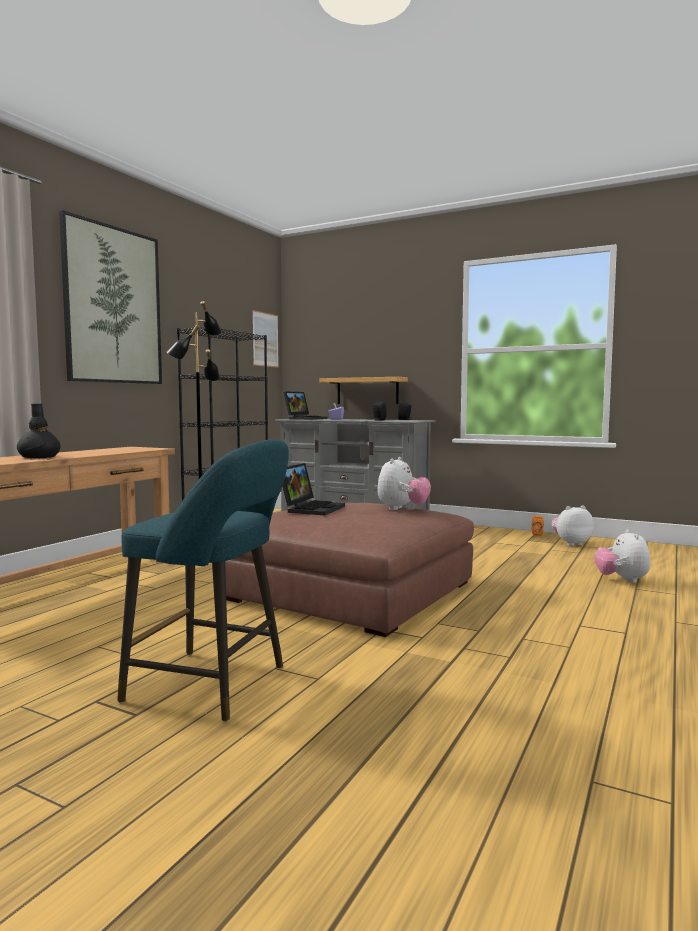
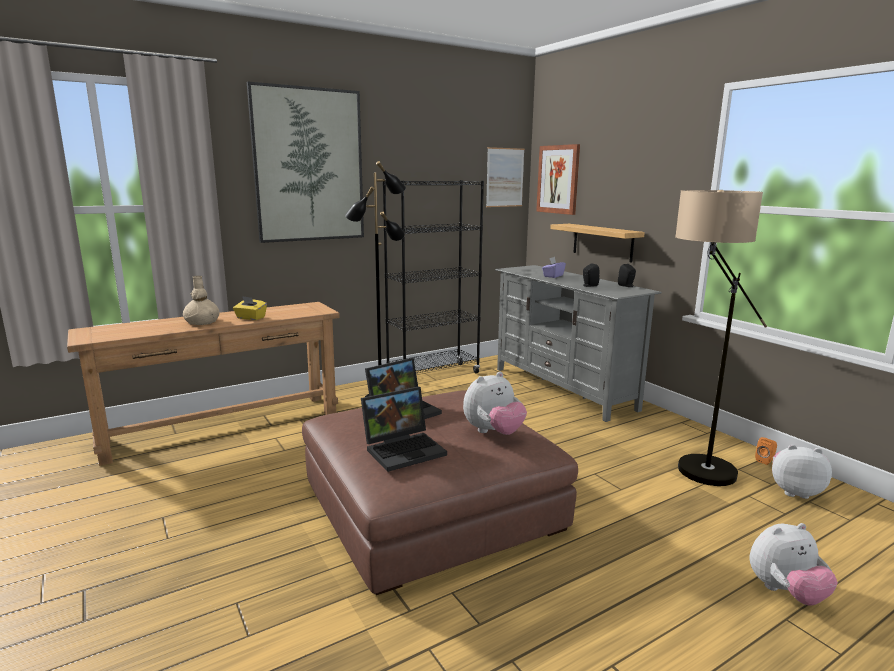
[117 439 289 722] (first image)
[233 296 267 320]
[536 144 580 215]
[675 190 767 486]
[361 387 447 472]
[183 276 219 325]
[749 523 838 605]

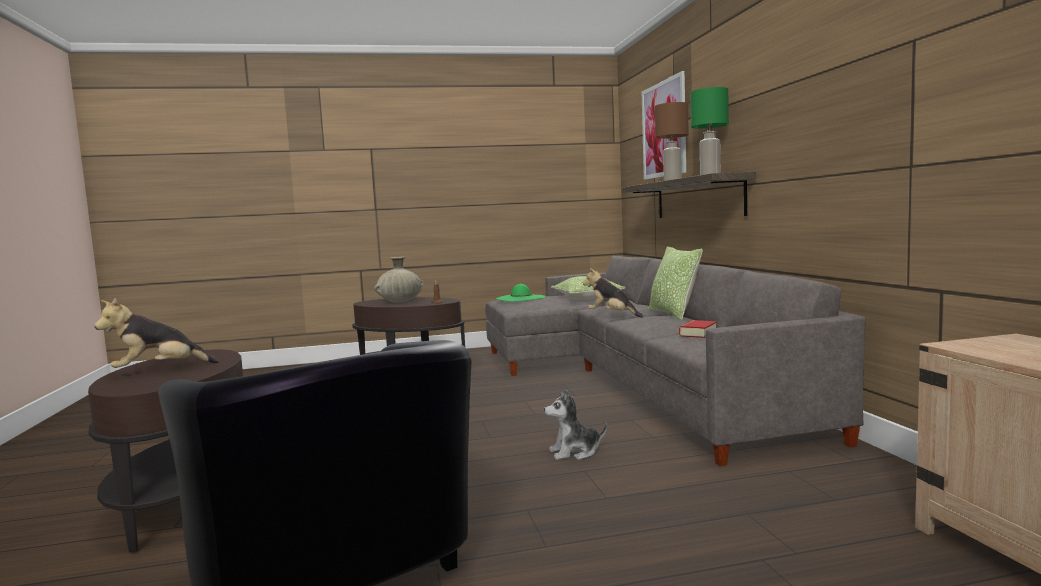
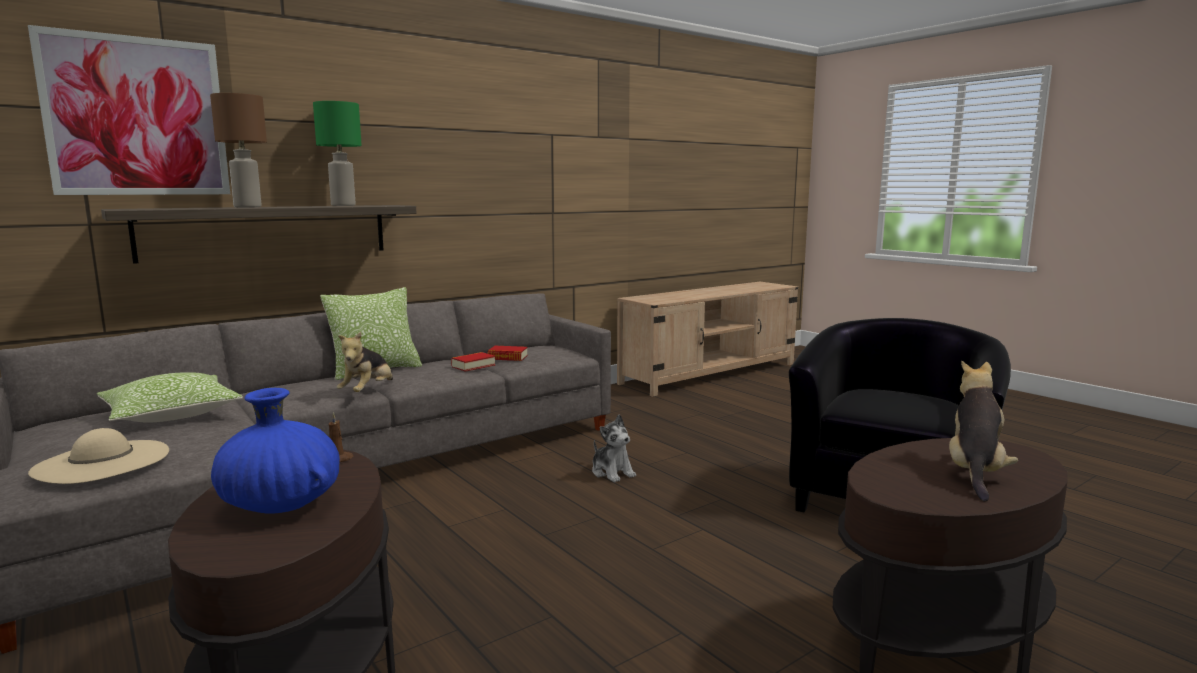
[451 352 496 372]
[211 388 340 513]
[28 428 169 484]
[949 360 1018 502]

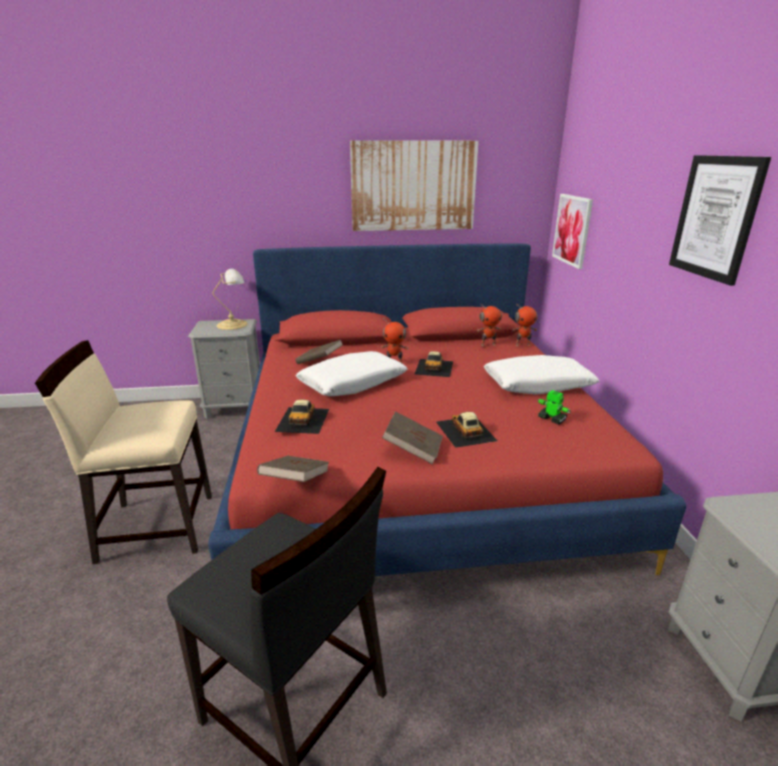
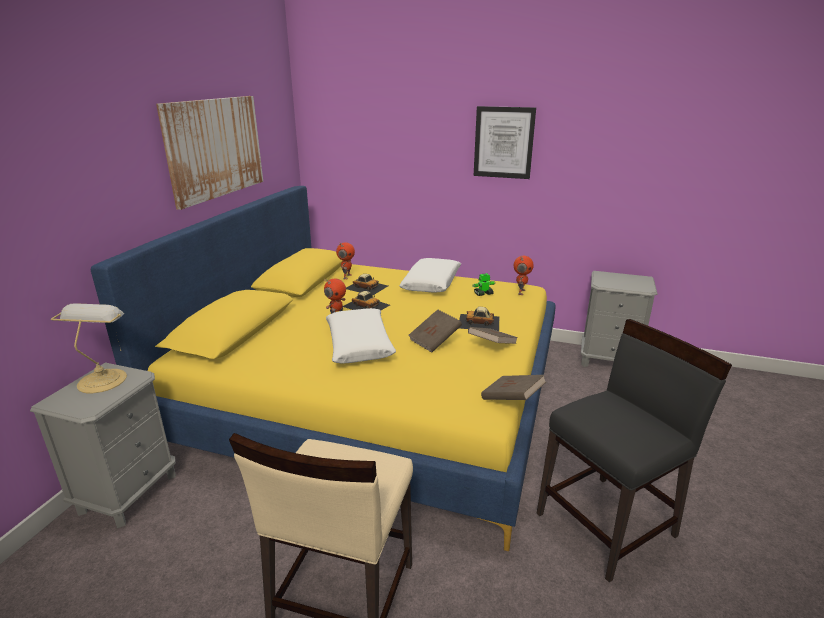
[552 194 593 269] (first image)
[346 274 388 296]
[408 309 462 353]
[514 256 534 295]
[91 186 556 551]

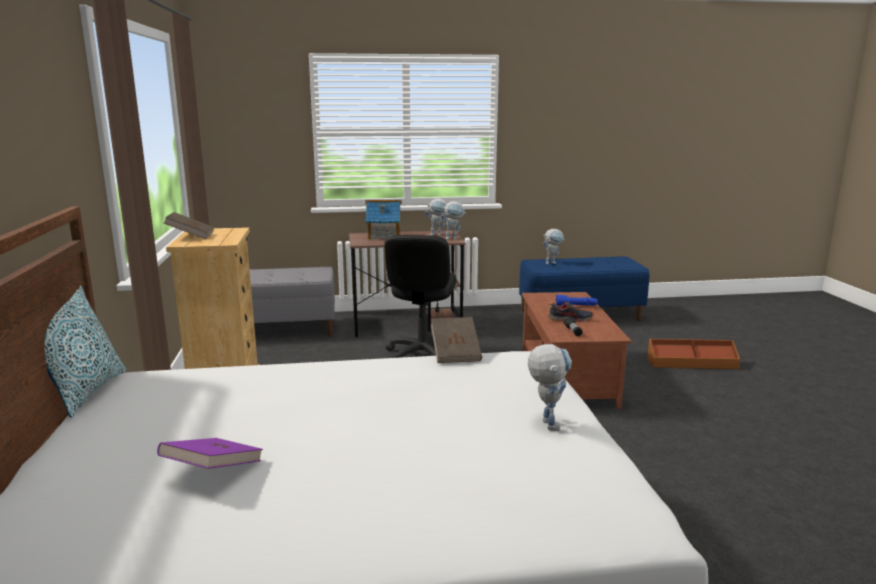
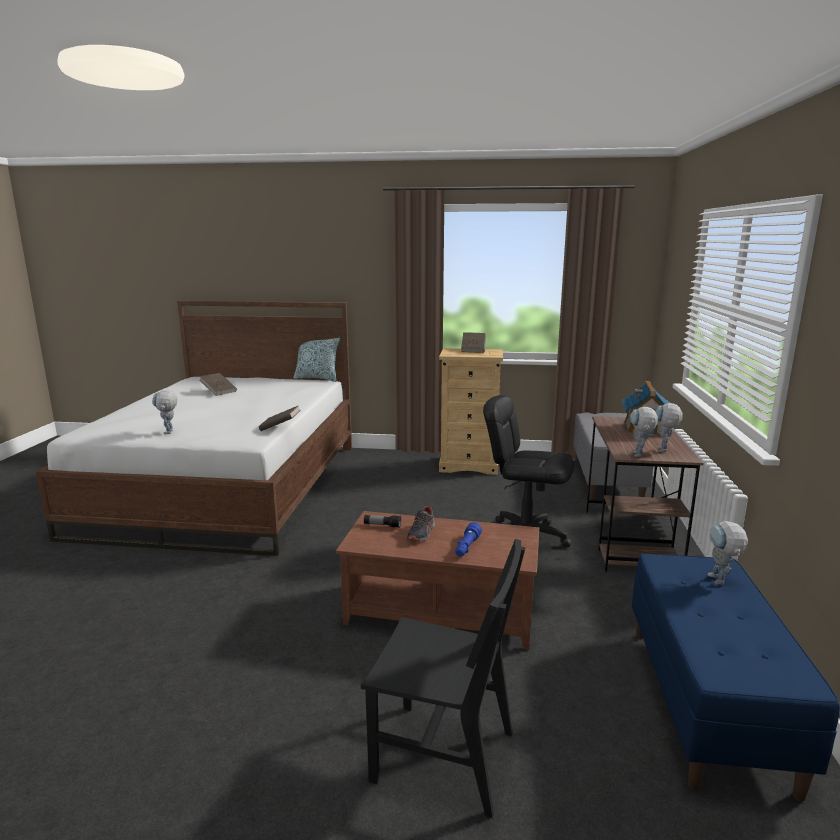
[361 539 526 818]
[200 373 237 396]
[152 390 177 434]

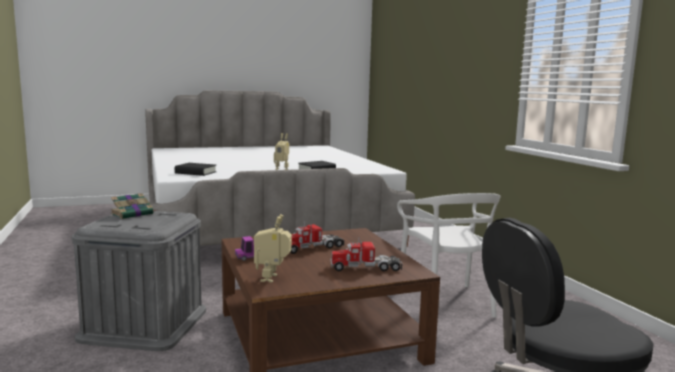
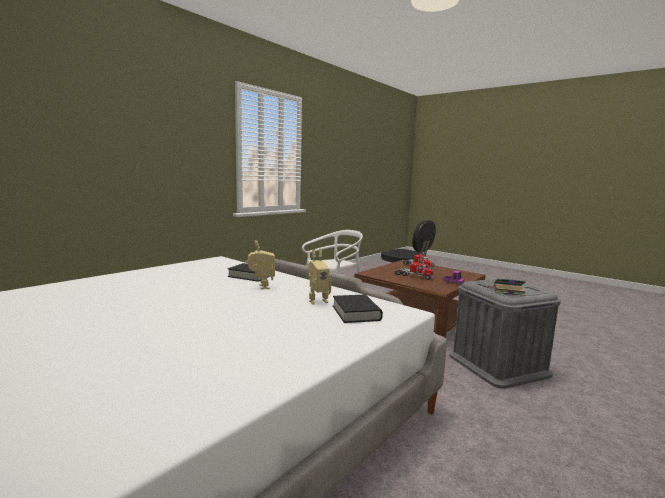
[308 249 331 305]

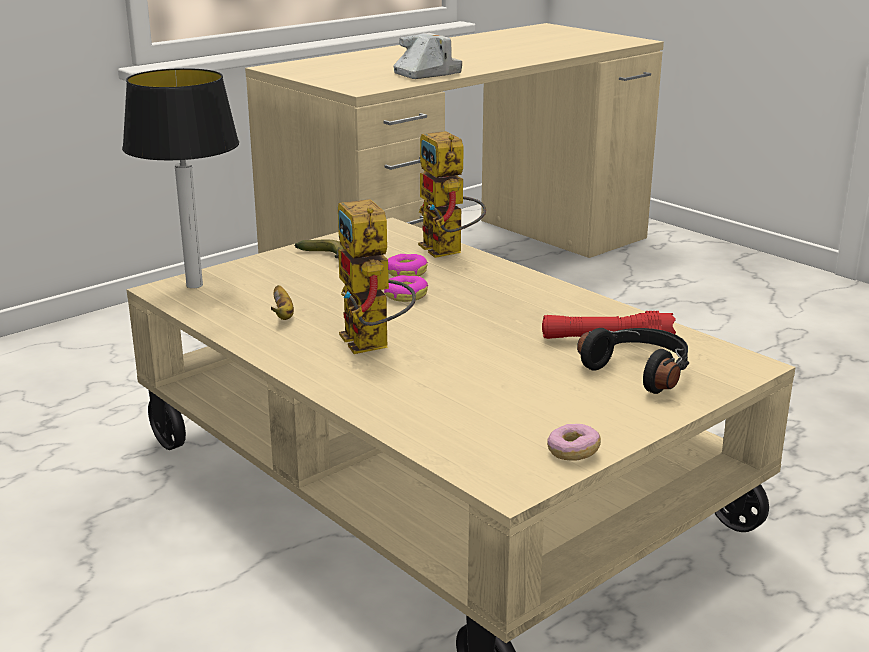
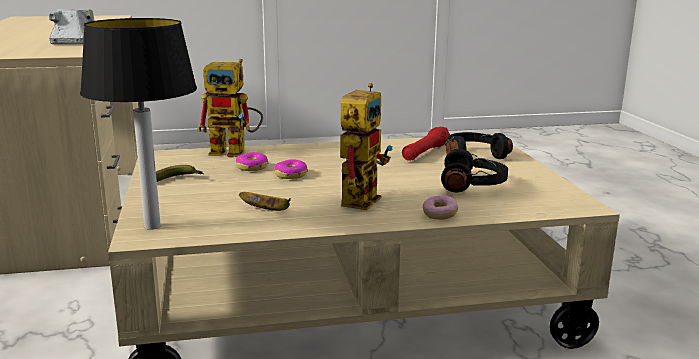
[441 149 508 192]
[423 196 458 220]
[340 83 393 210]

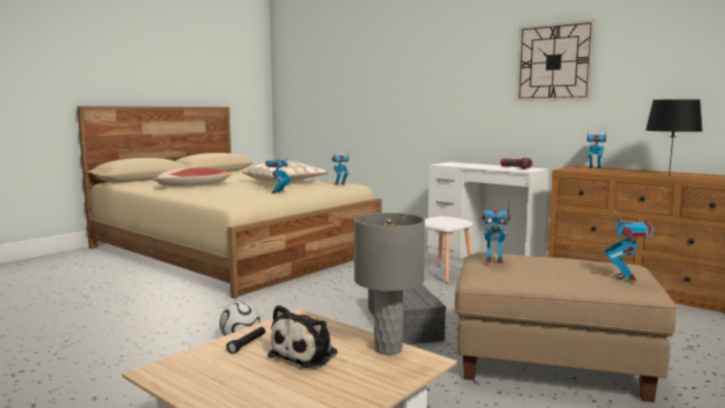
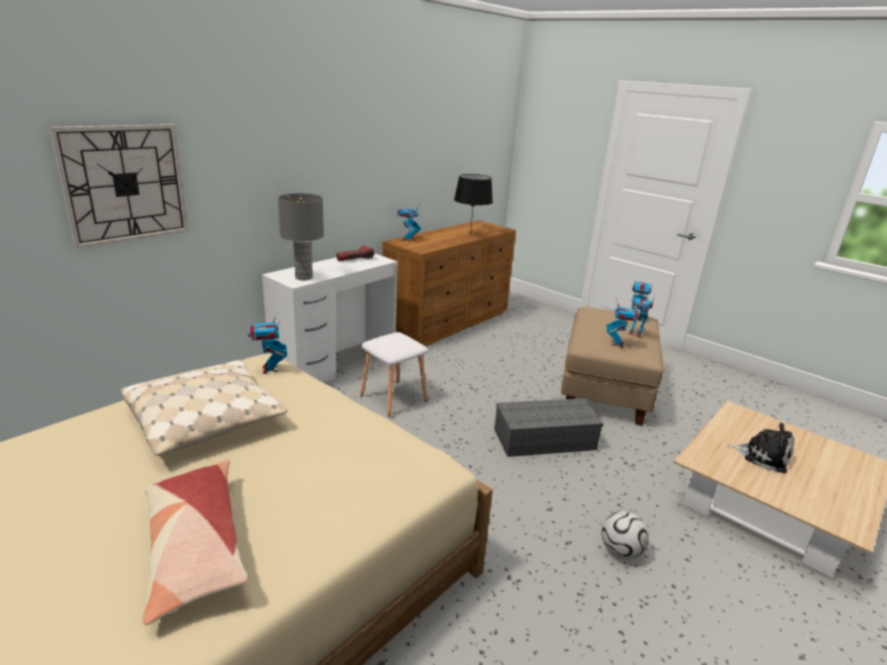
[226 327 265 354] (first image)
[629 289 655 337]
[278 193 324 281]
[49 124 189 249]

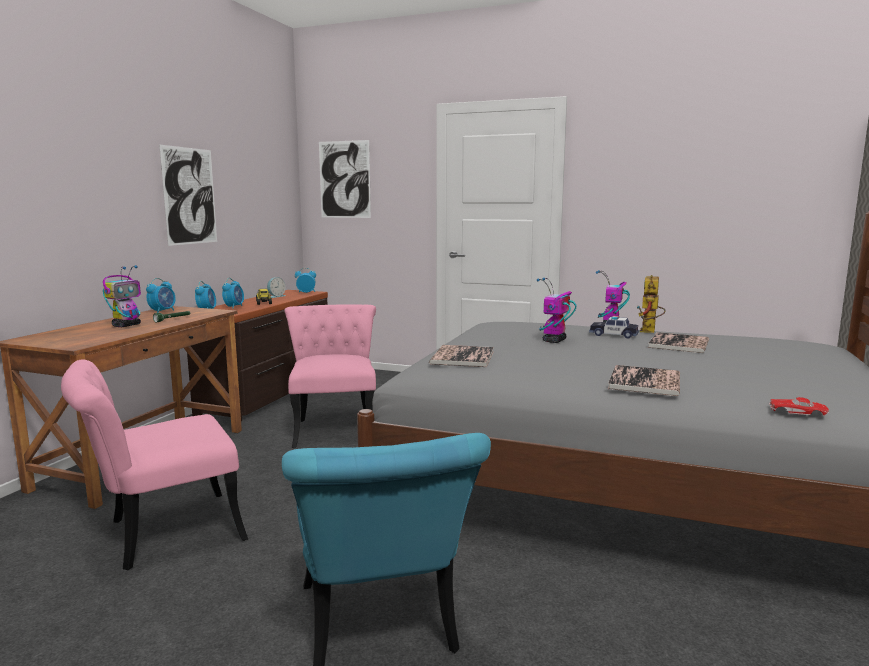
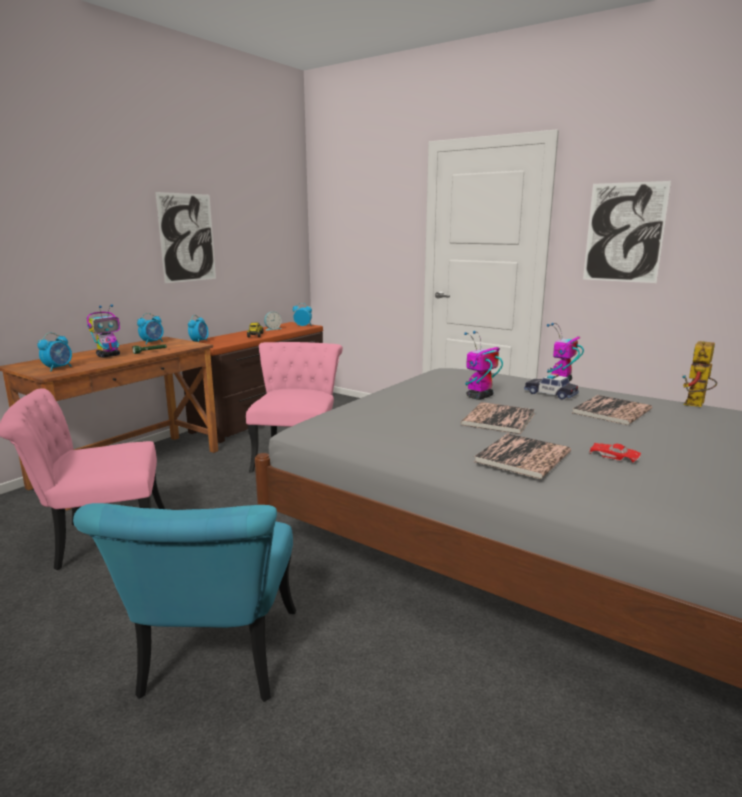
[38 332 72 371]
[583 181 671 283]
[460 402 535 434]
[682 341 717 407]
[589 443 641 462]

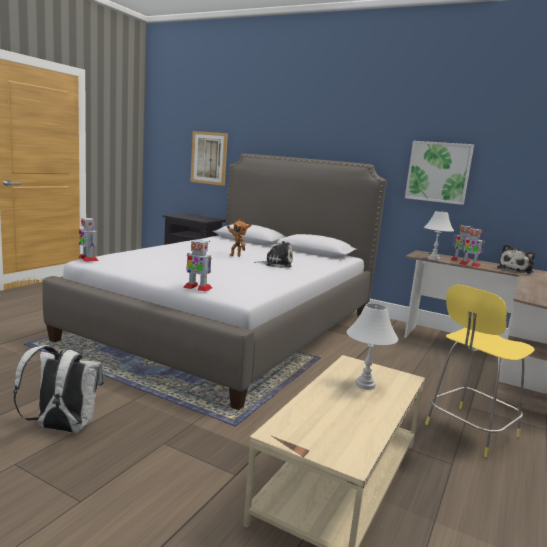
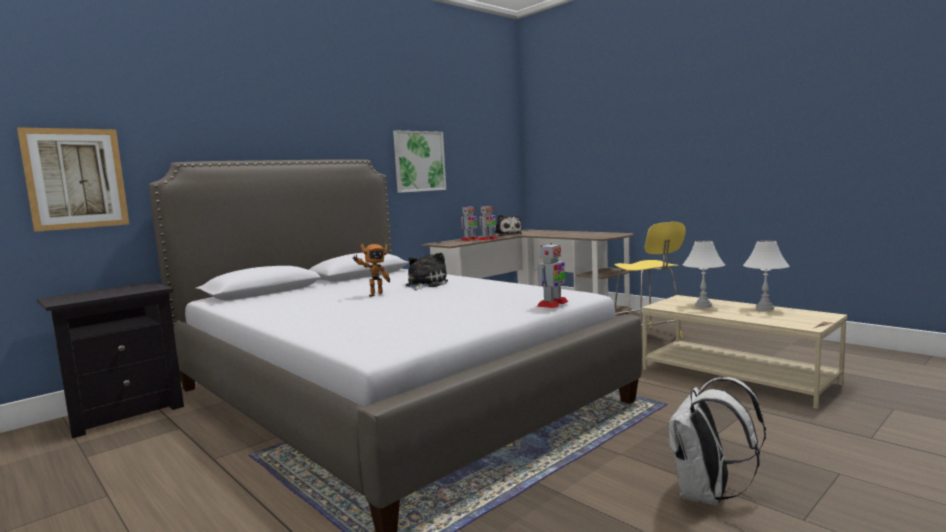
[79 217 98 262] (first image)
[743 240 790 311]

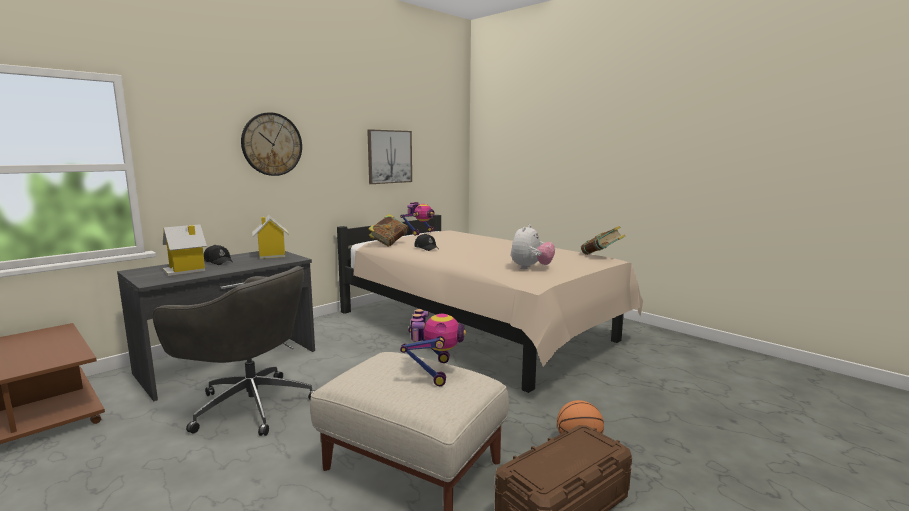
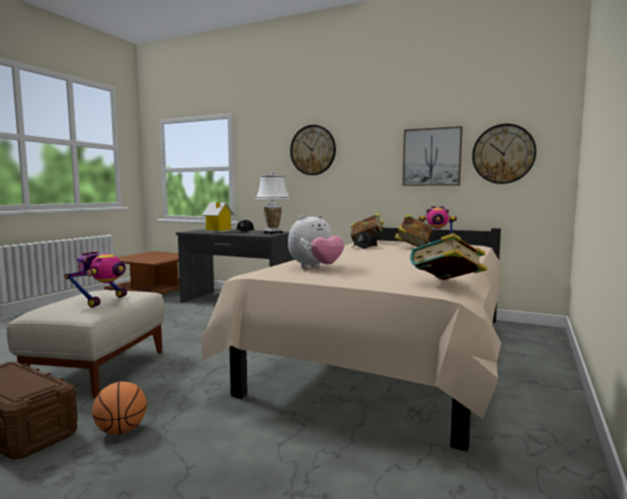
[153 266 316 436] (first image)
[394 214 433 247]
[472 124 536 184]
[256 171 290 234]
[64 251 127 307]
[288 214 344 269]

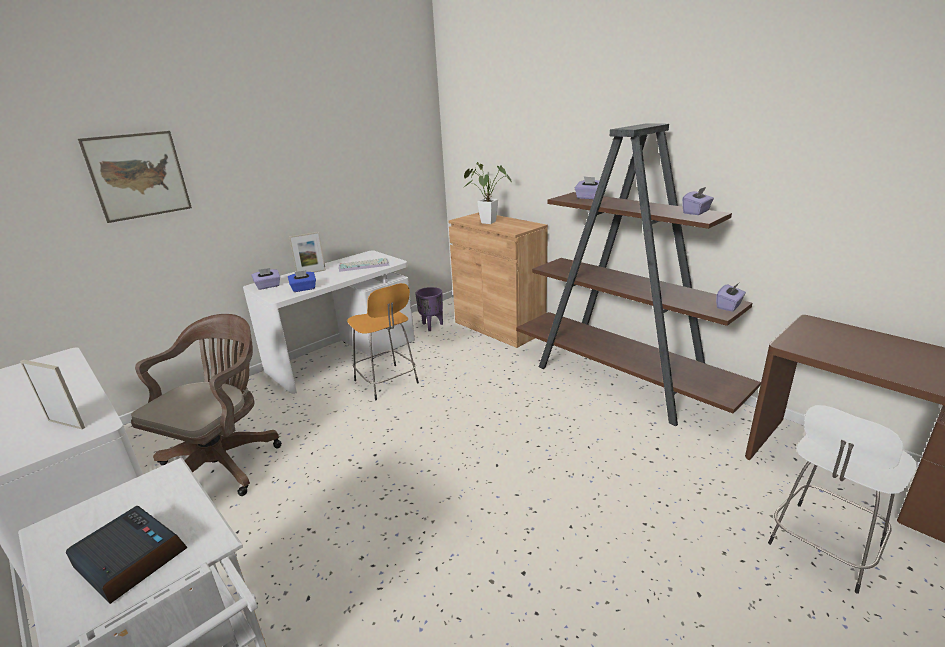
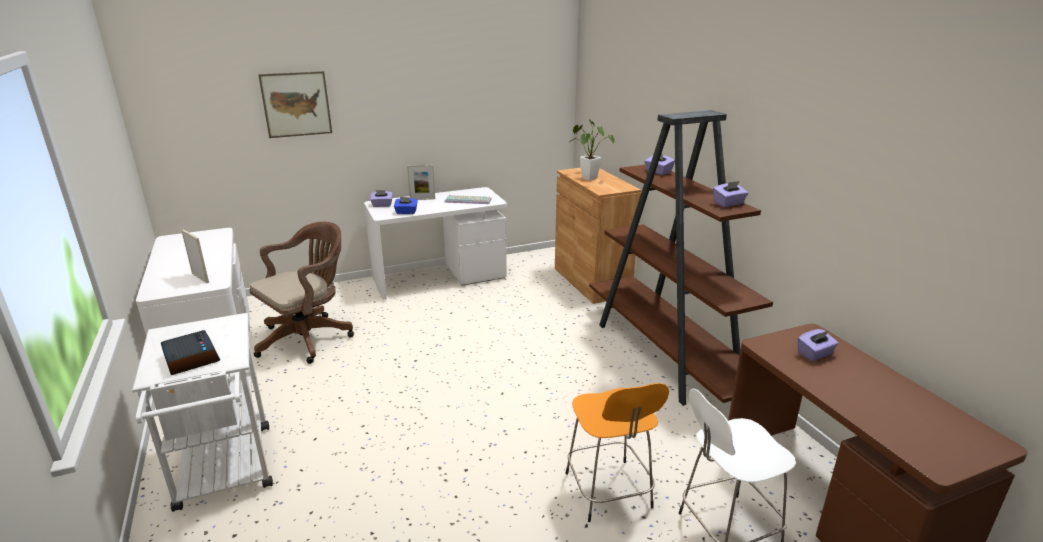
[415 287 443 331] (first image)
[565 383 669 522]
[797 329 839 361]

